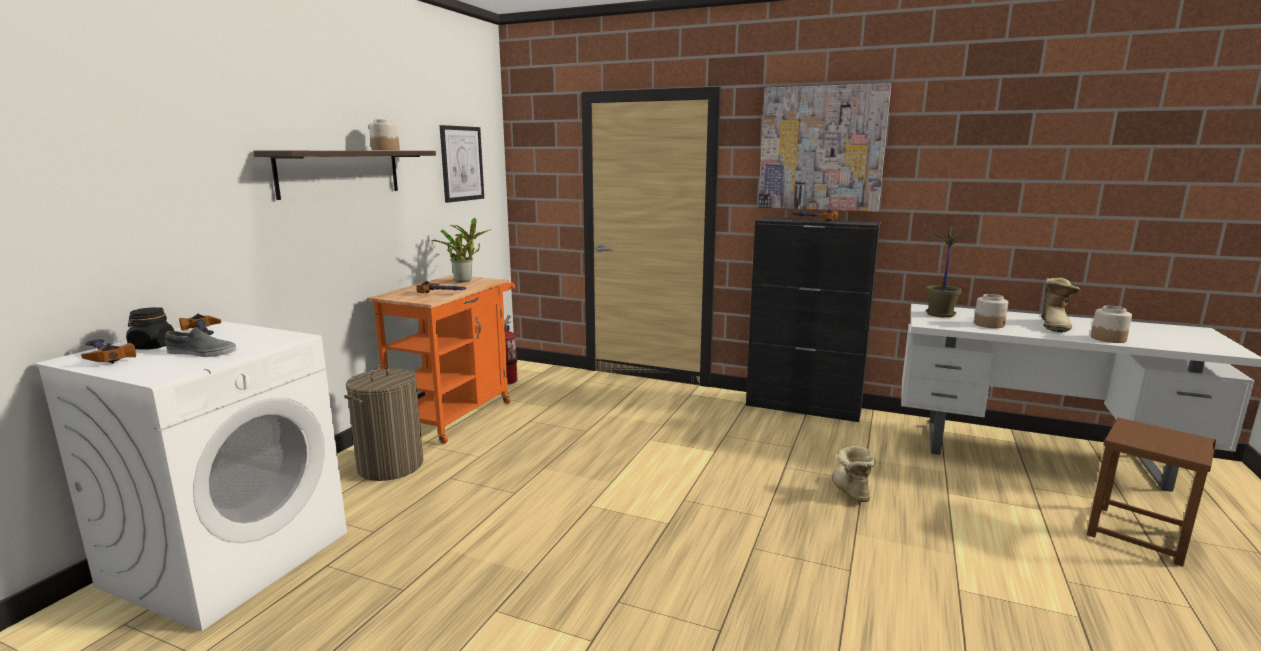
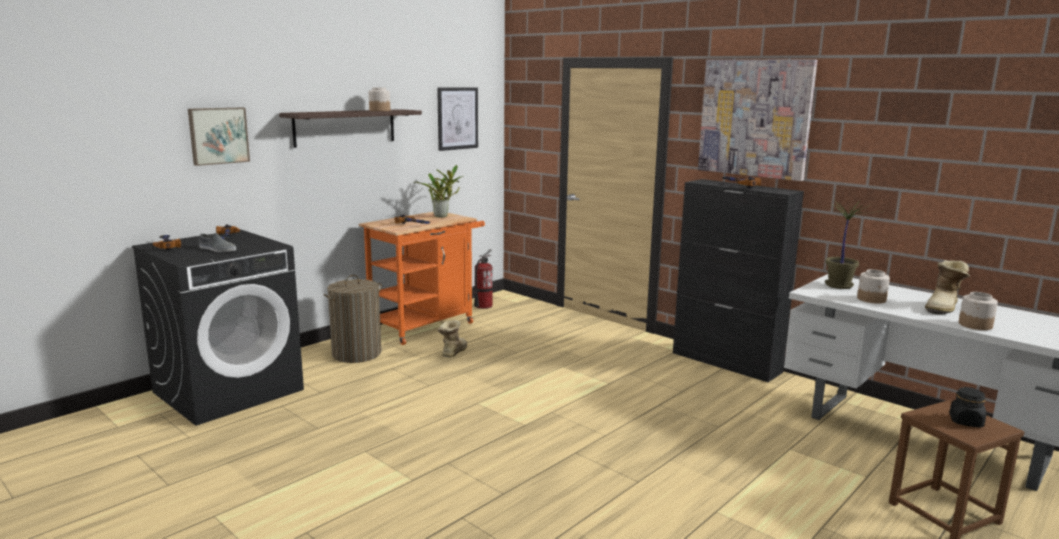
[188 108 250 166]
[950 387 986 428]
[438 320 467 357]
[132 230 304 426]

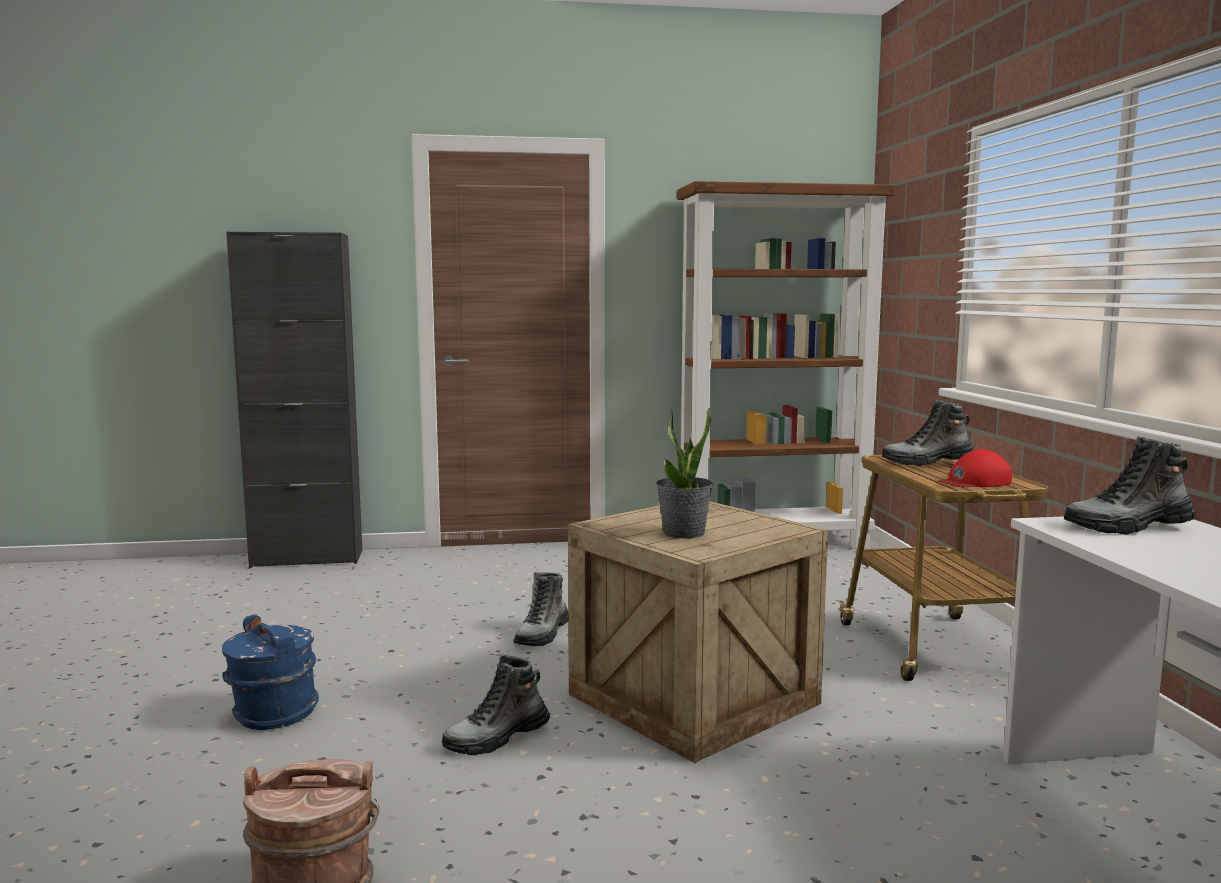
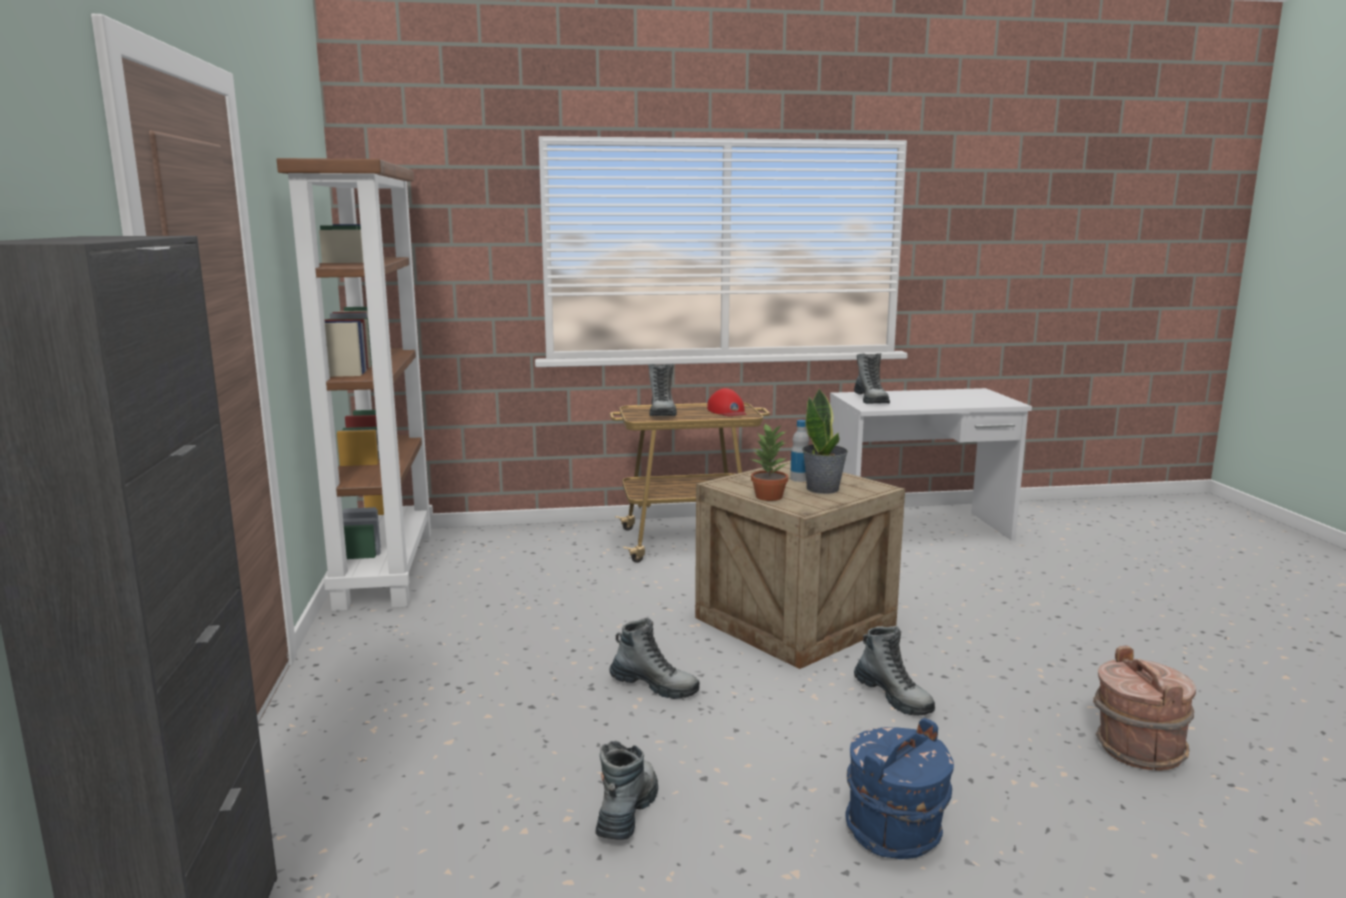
[595 741 658 840]
[751 423 788 501]
[790 420 809 482]

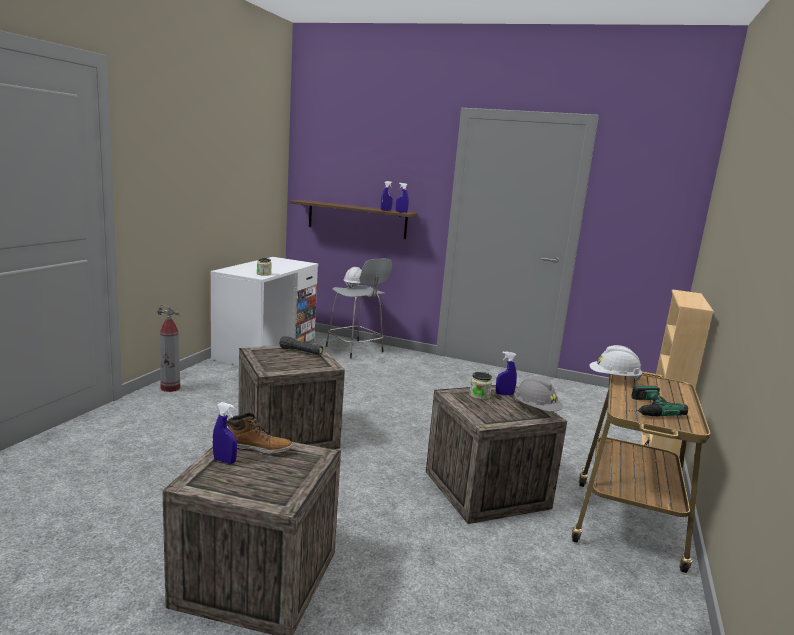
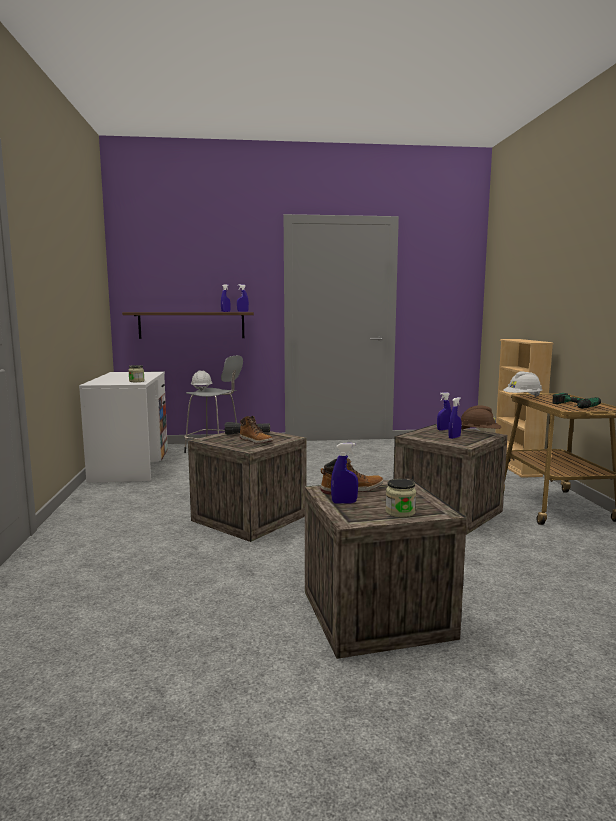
[157 304 180 392] (first image)
[240 416 273 444]
[448 397 462 439]
[385 479 416 517]
[461 405 501 430]

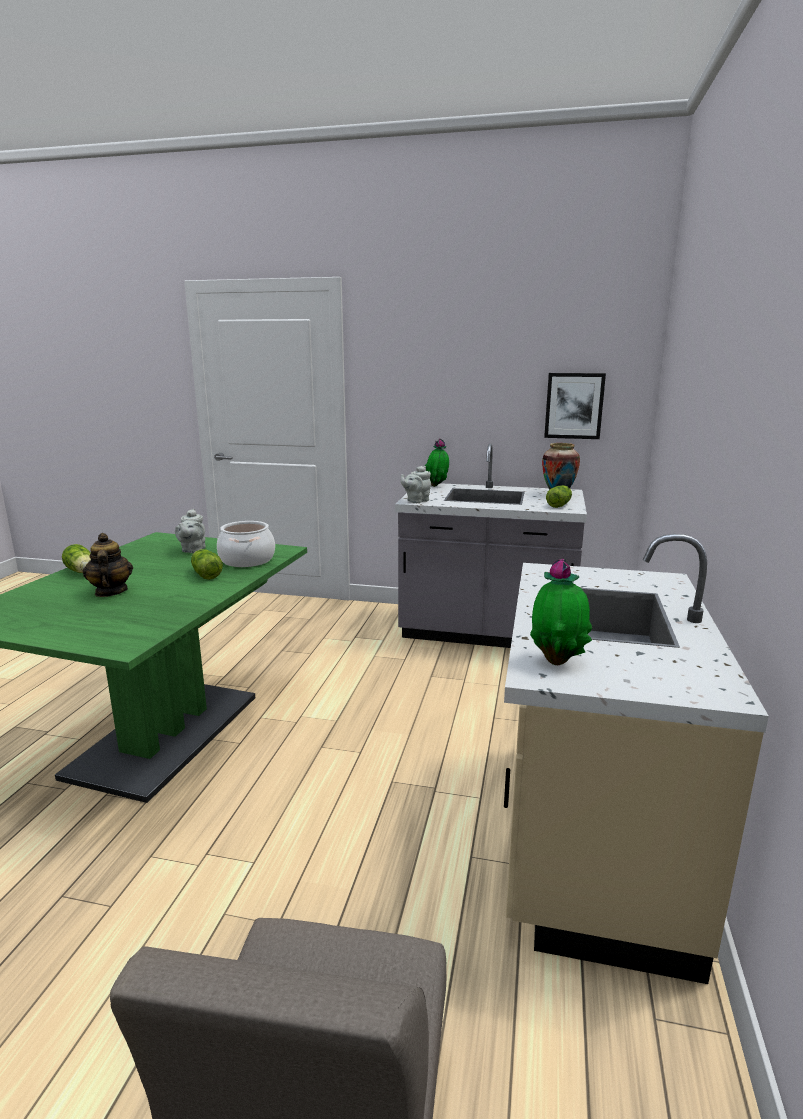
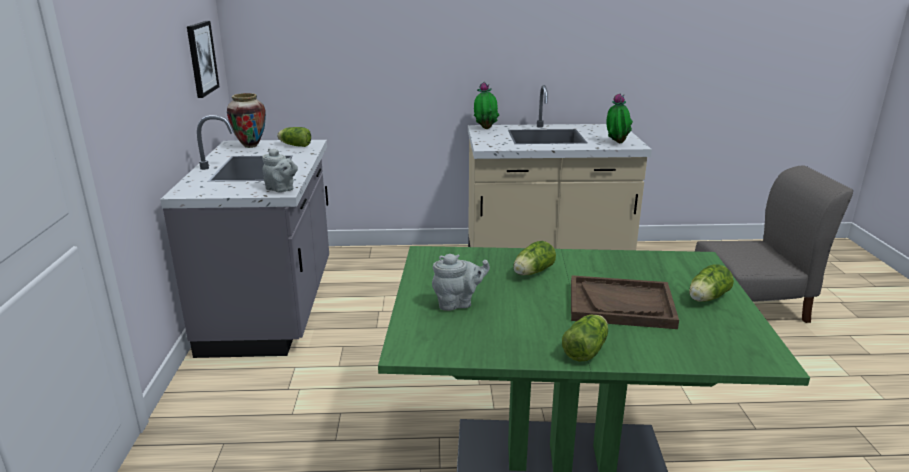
[217 521 275 567] (first image)
[689 264 734 302]
[474 82 499 129]
[571 275 679 329]

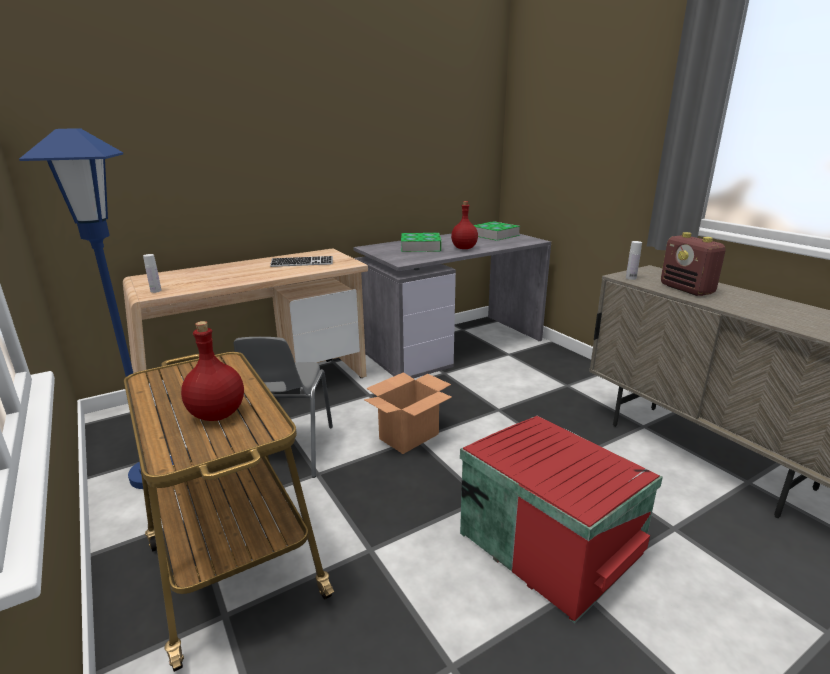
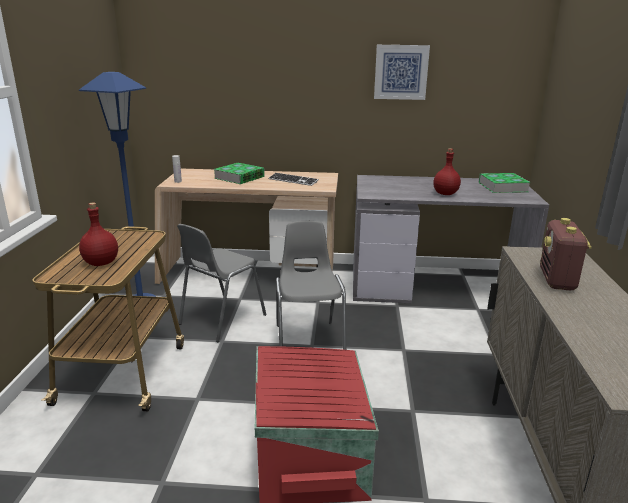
[626 241 642 280] (first image)
[374 45 430 100]
[214 163 265 184]
[276 221 346 350]

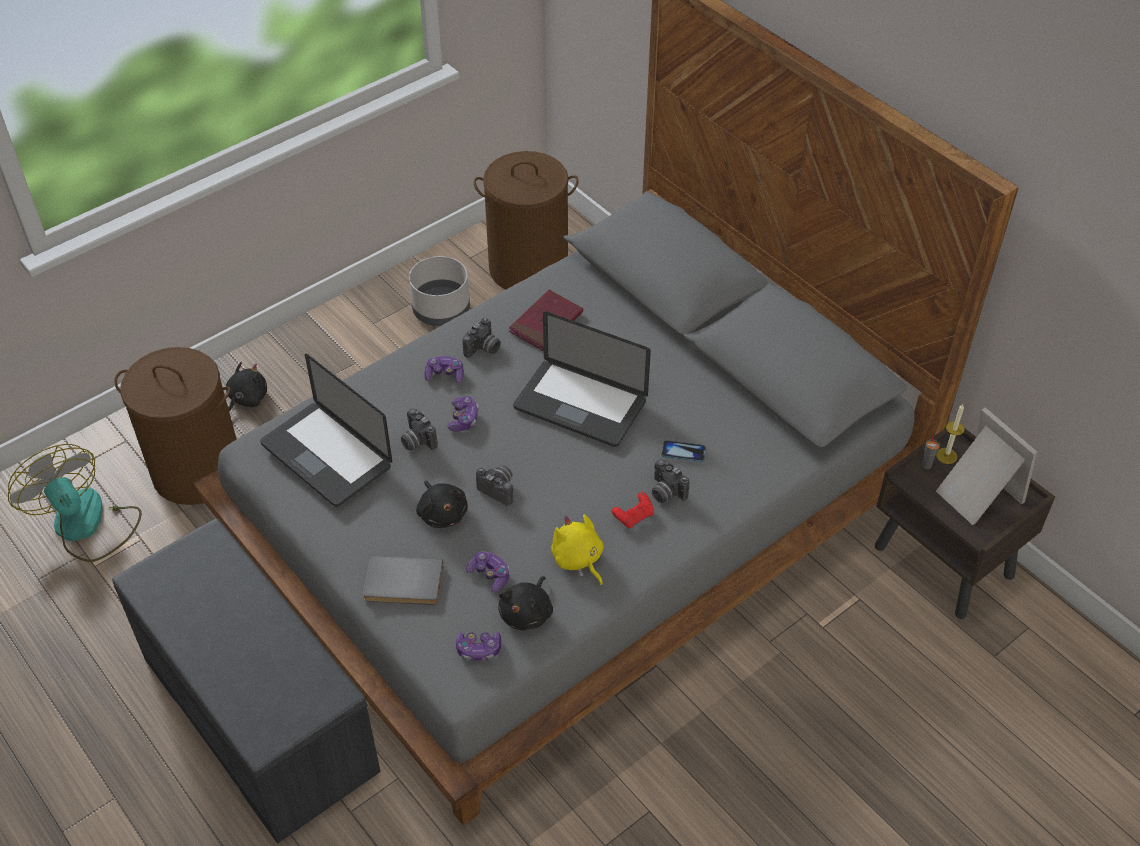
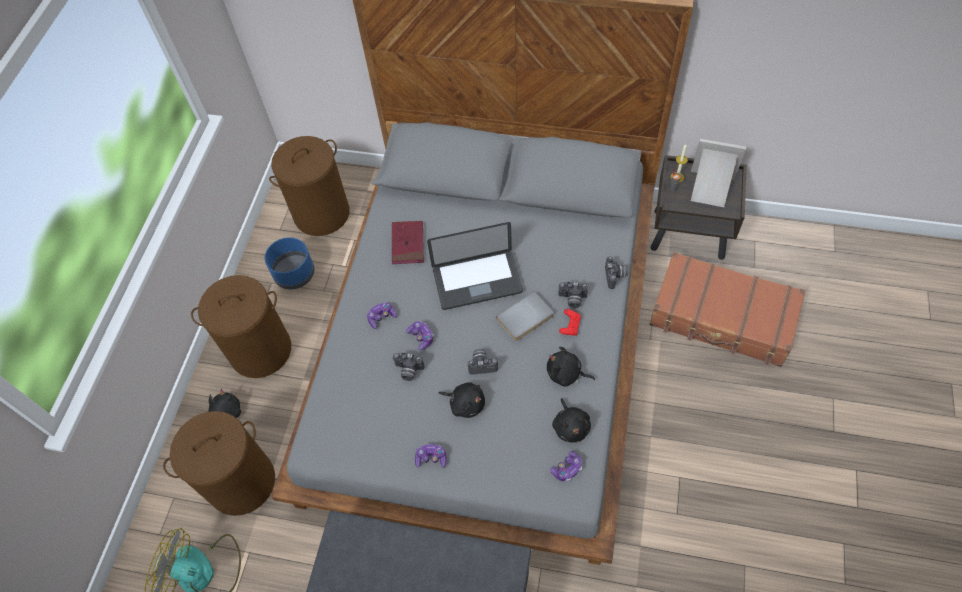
[260 354 392 507] (first image)
[661 440 706 462] (first image)
[191 275 291 378]
[649 252 805 367]
[496 291 554 341]
[605 256 628 289]
[415 444 447 468]
[265 237 314 290]
[547 347 595 387]

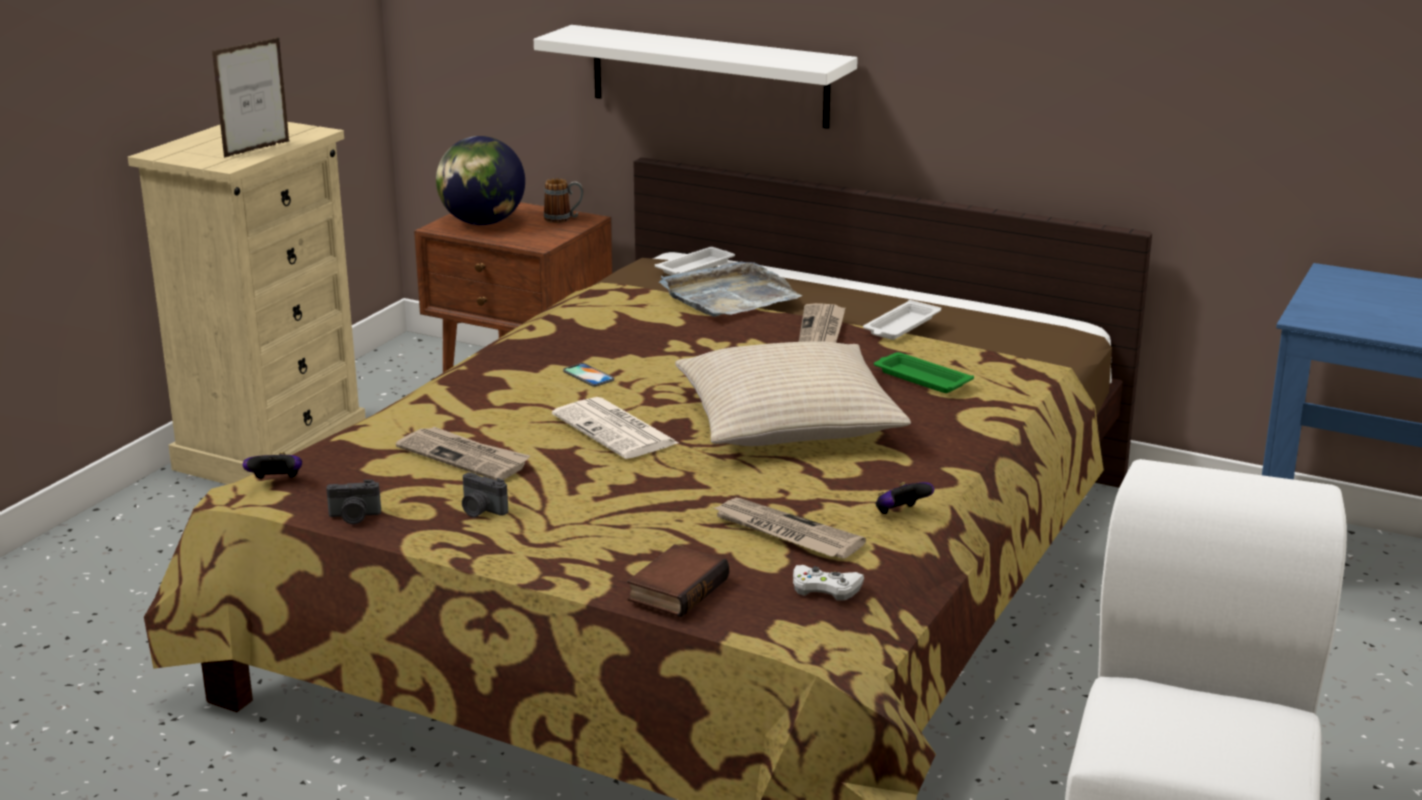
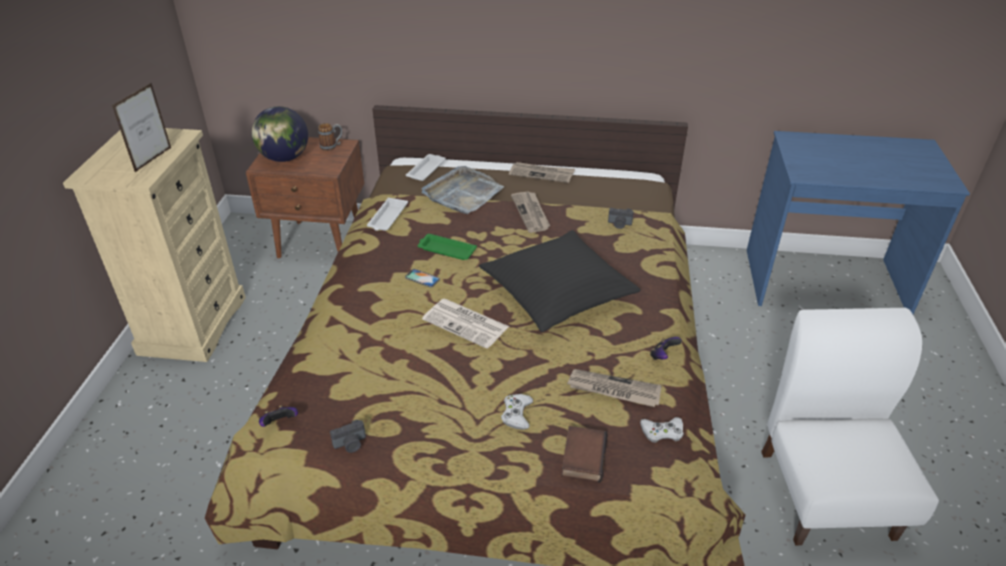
[534 25 858 129] (first image)
[501 394 533 430]
[509 162 575 183]
[608 208 634 229]
[367 198 408 231]
[418 234 477 260]
[479 230 641 332]

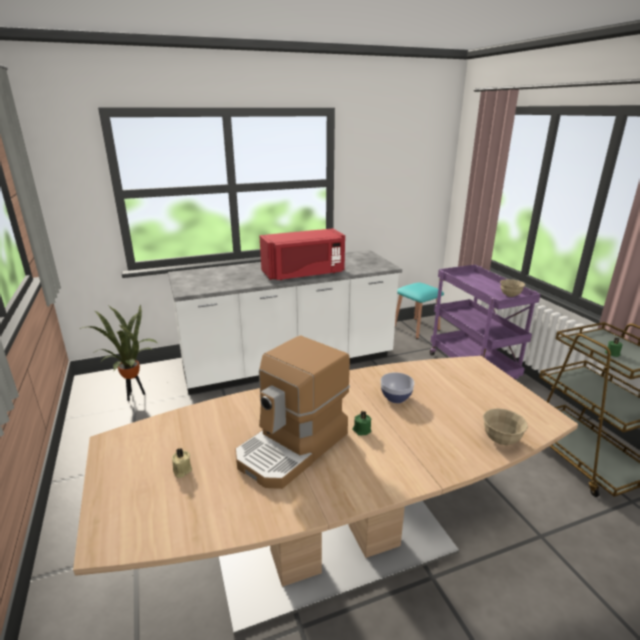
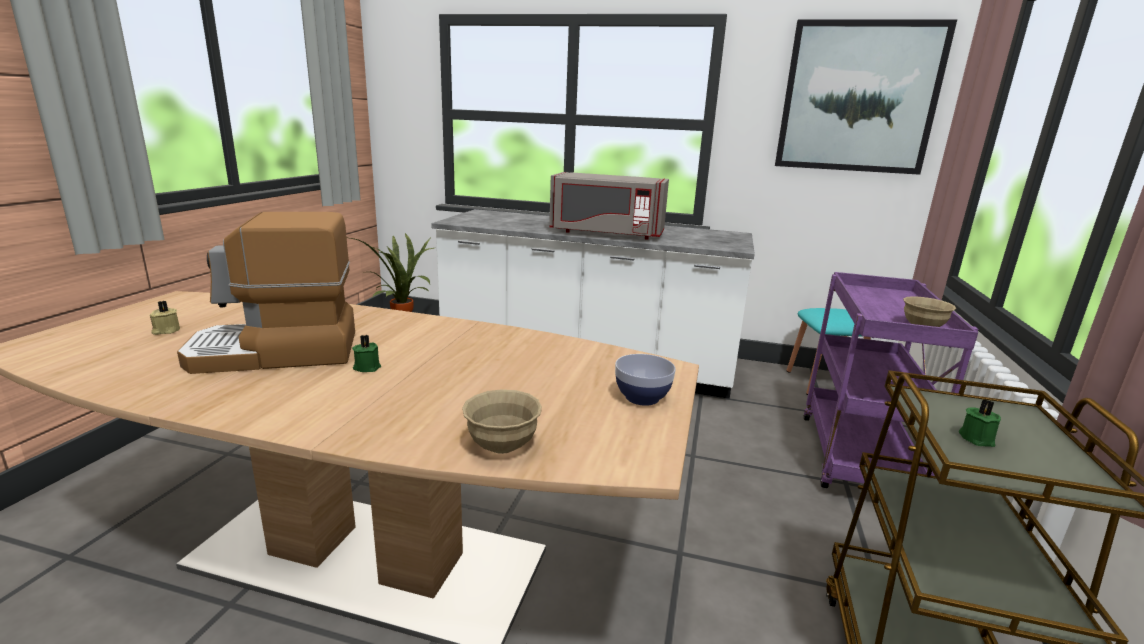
[775 19 957 175]
[615 354 676 406]
[549 172 669 240]

